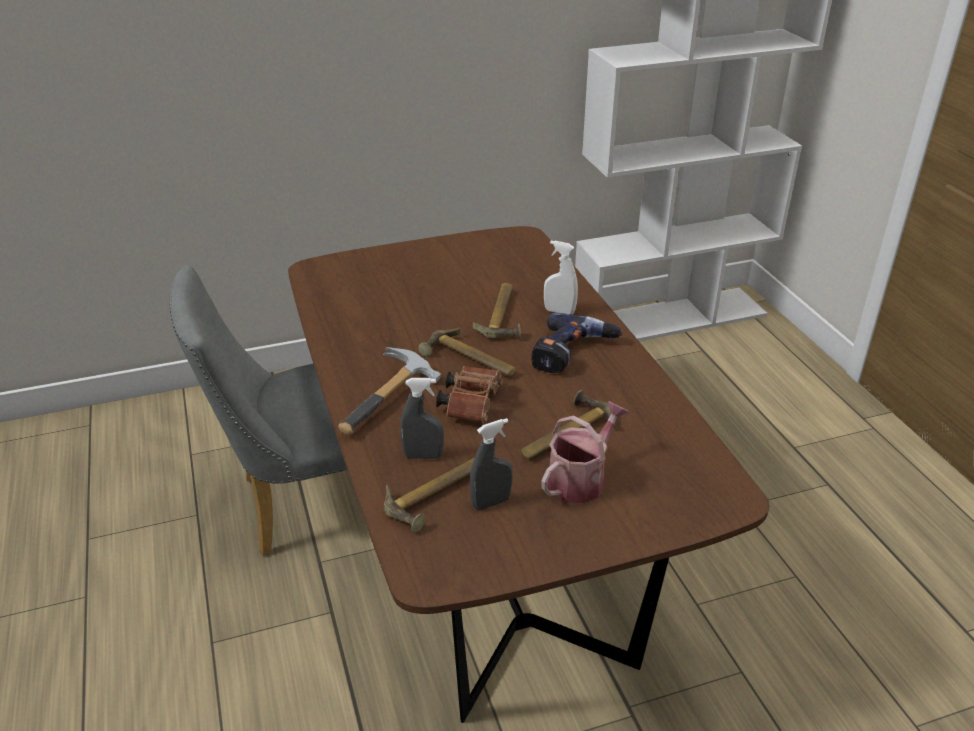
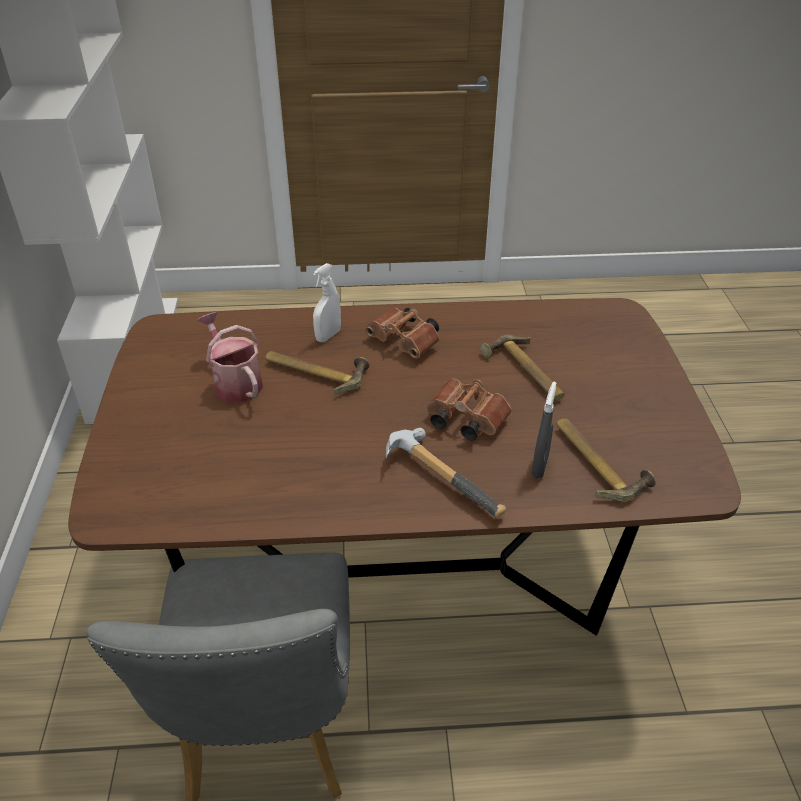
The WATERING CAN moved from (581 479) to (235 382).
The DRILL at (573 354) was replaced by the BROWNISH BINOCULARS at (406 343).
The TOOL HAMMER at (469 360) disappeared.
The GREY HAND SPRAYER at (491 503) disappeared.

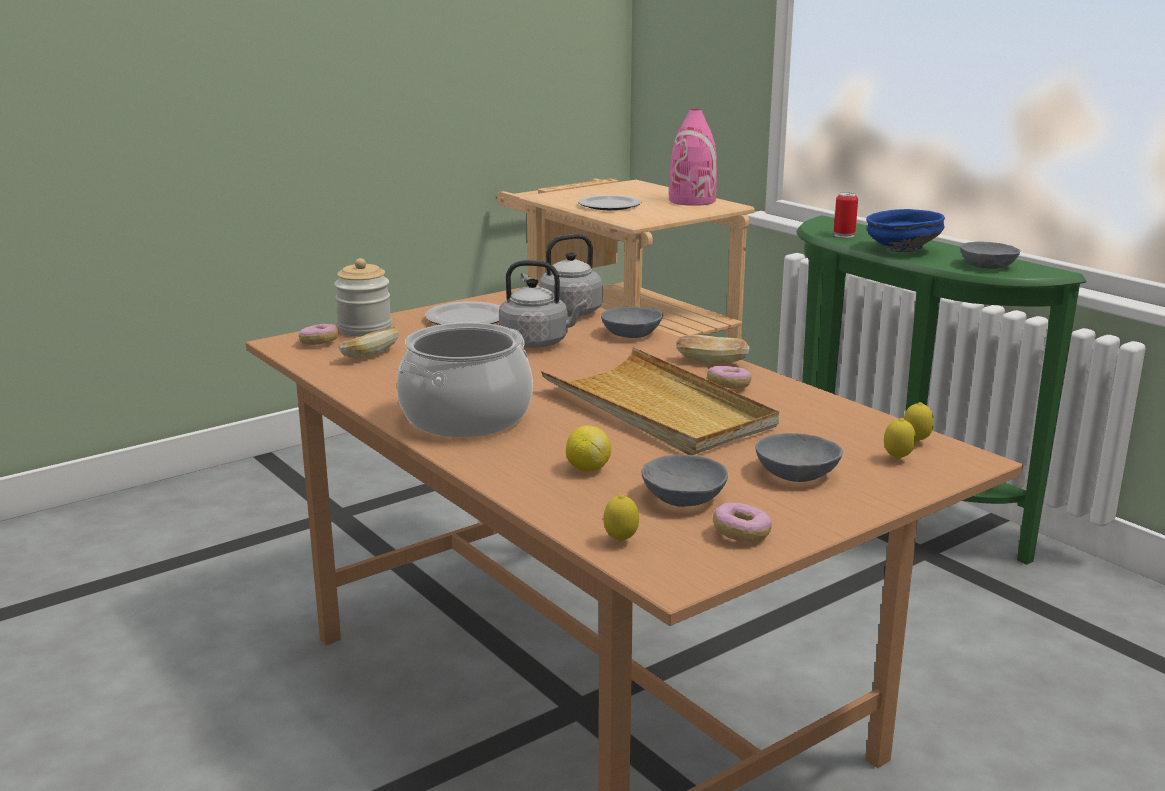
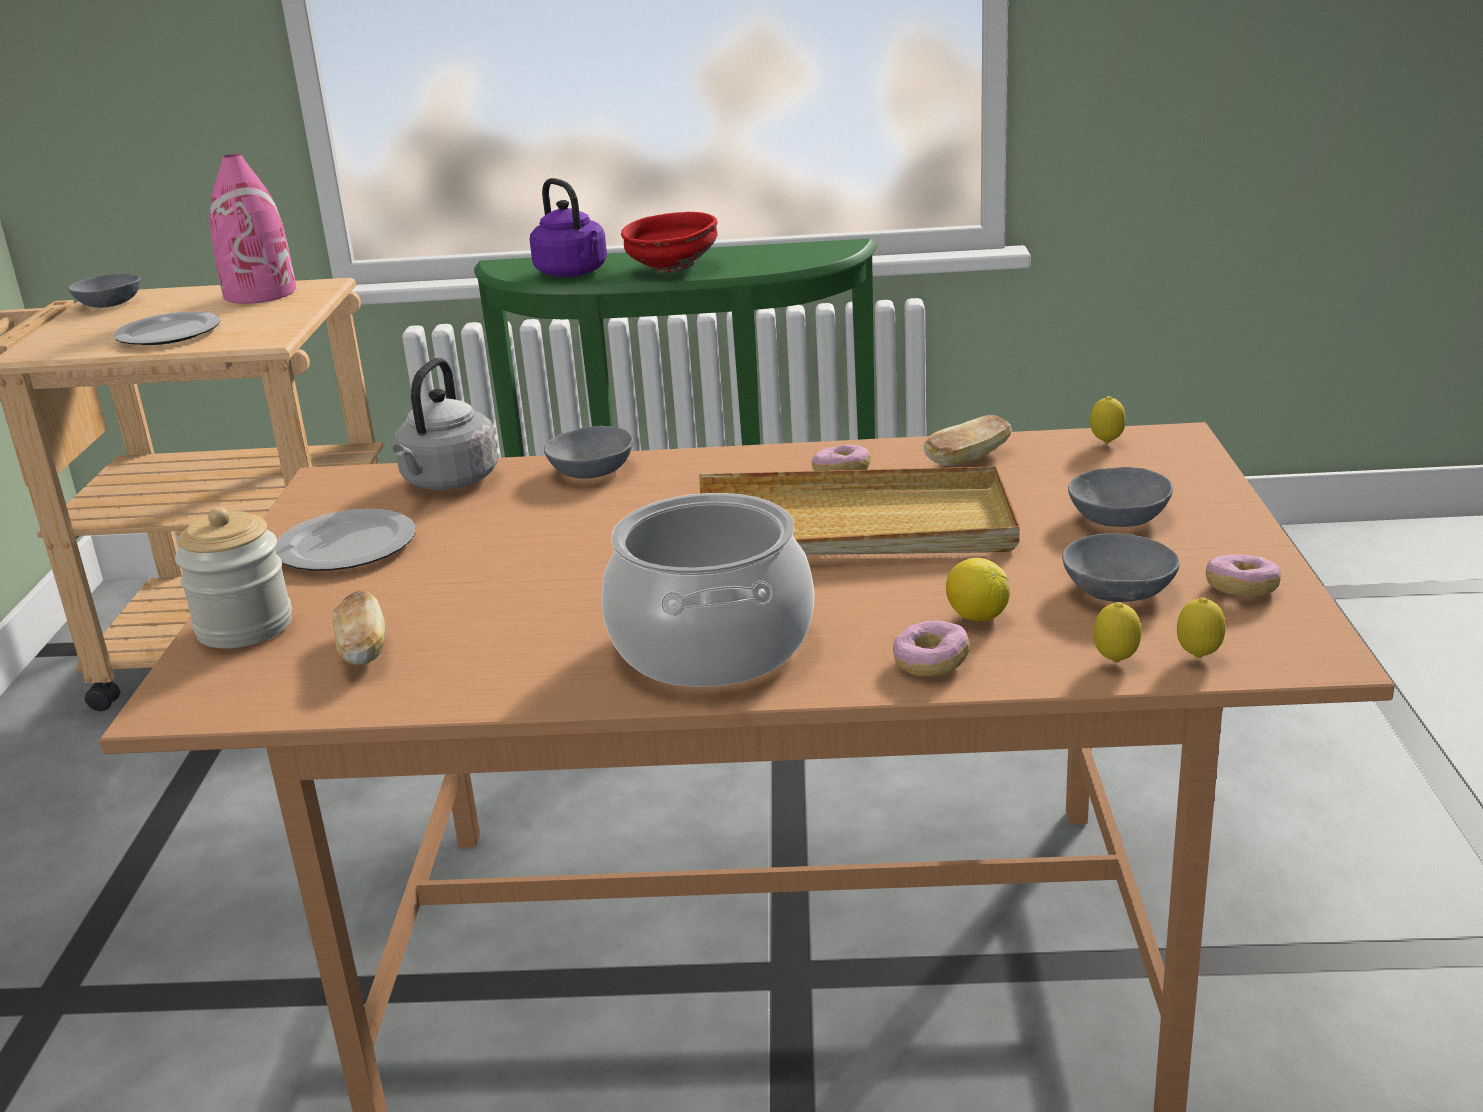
The GREY BOWL moved from (989 265) to (111 302).
The METAL CAN at (844 235) was replaced by the PURPLISH KETTLE at (573 273).
The BLUISH BOWL at (901 250) became the RED-COLOURED BOWL at (671 268).
The DONUT moved from (319 343) to (931 663).
The BAKED BREAD moved from (711 362) to (968 459).
The CITRUS FRUIT moved from (897 459) to (1115 661).
The GREY KETTLE at (538 343) disappeared.

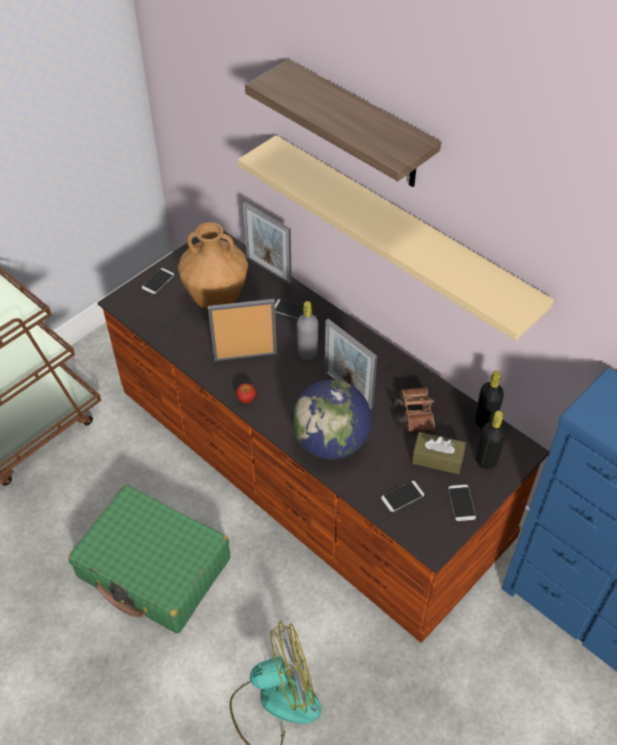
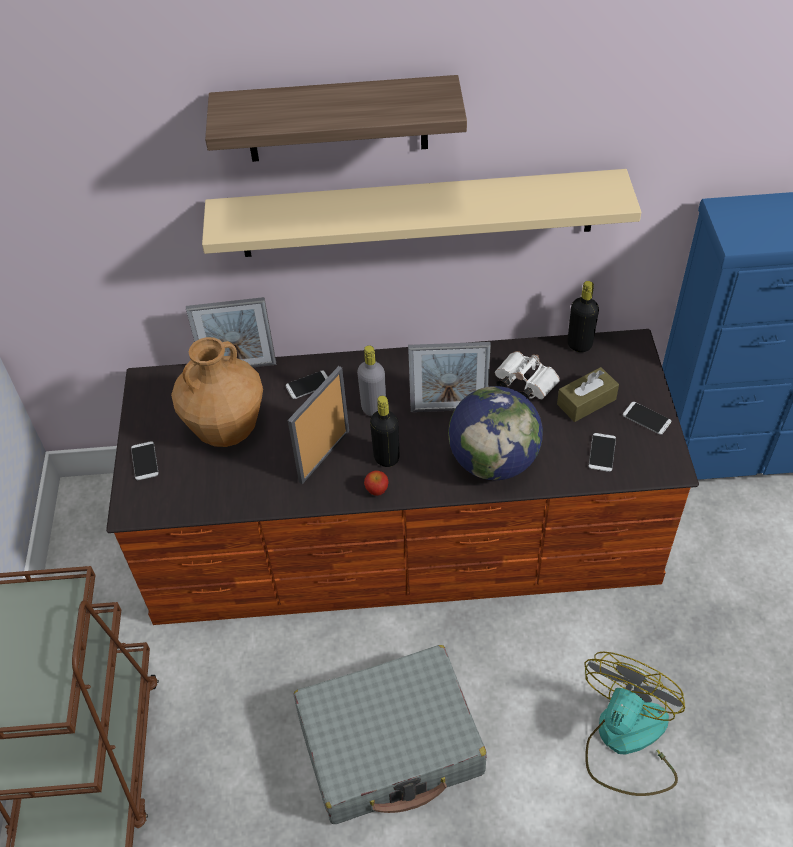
The GREEN SUITCASE at (154 568) became the GREY SUITCASE at (391 744).
The BLACK BEVERAGE BOTTLE moved from (486 460) to (386 457).
The BROWNISH BINOCULARS at (413 414) became the WHITE BINOCULARS at (522 384).

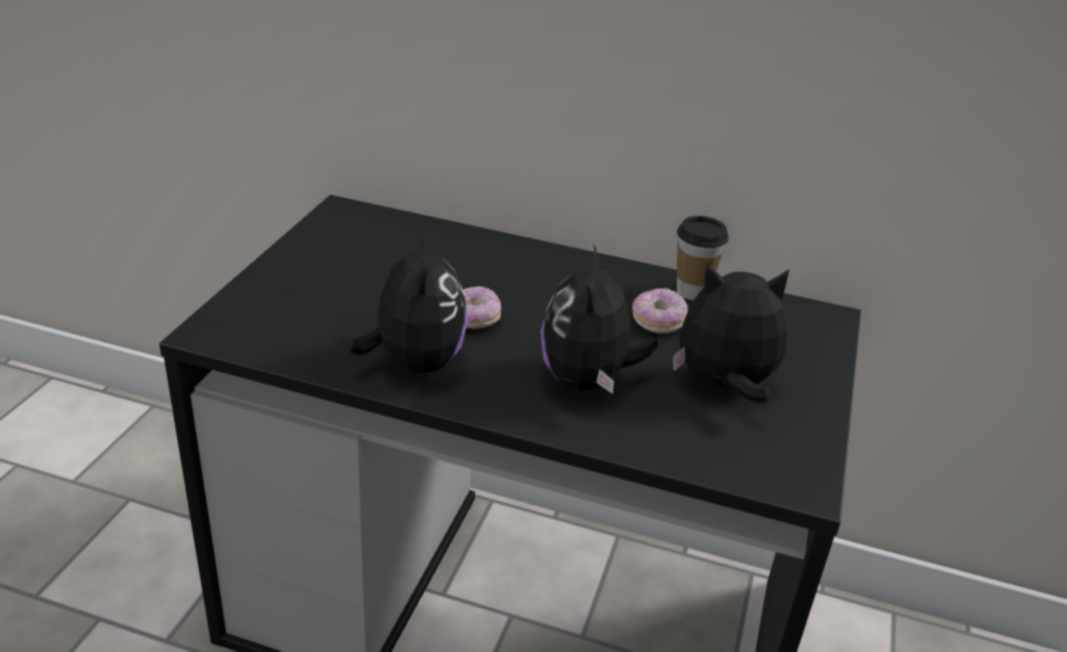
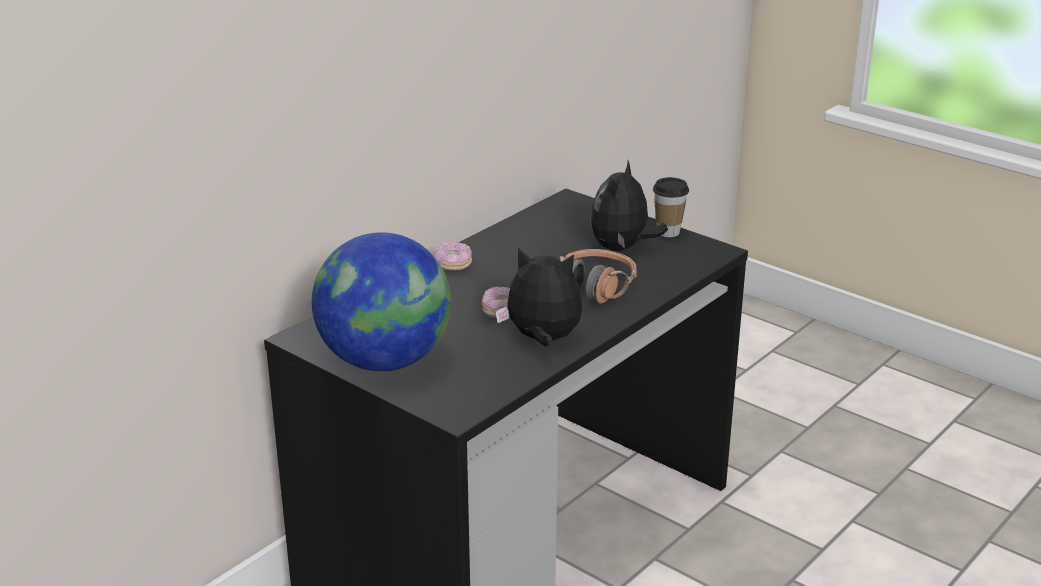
The WORLD GLOBE at (385 361) appeared.
The DONUT moved from (657 321) to (452 264).
The SOFT TOY at (587 381) was replaced by the HEADSET at (594 287).
The SMALL CUP moved from (692 292) to (668 232).

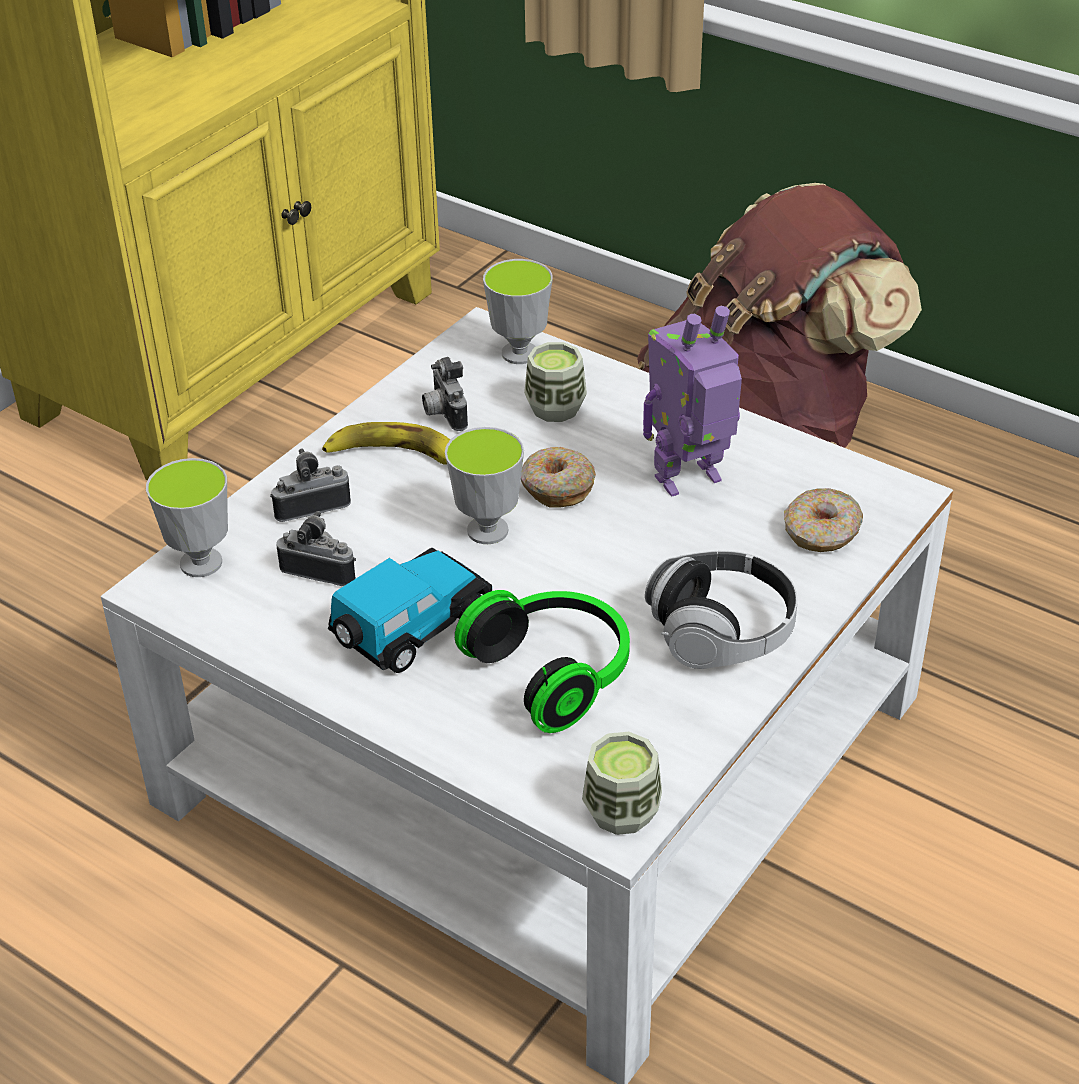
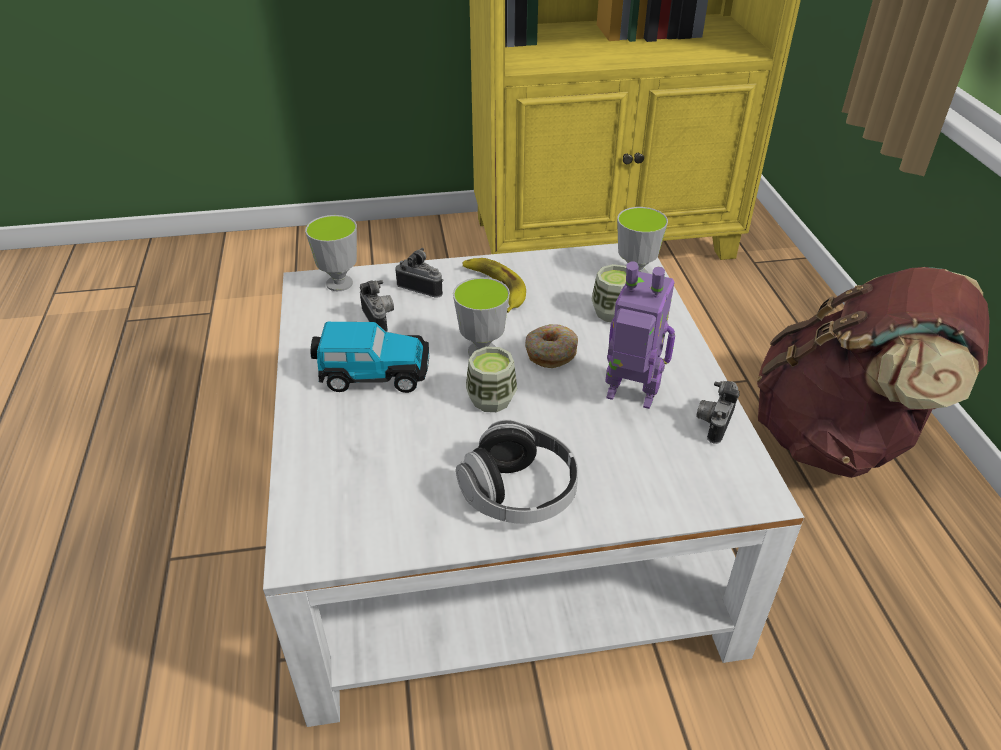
The SMALL CUP moved from (621 811) to (491 399).
The PHOTO CAMERA moved from (443 413) to (713 422).
The HEADSET at (555 672) disappeared.
The DONUT at (821 532) disappeared.

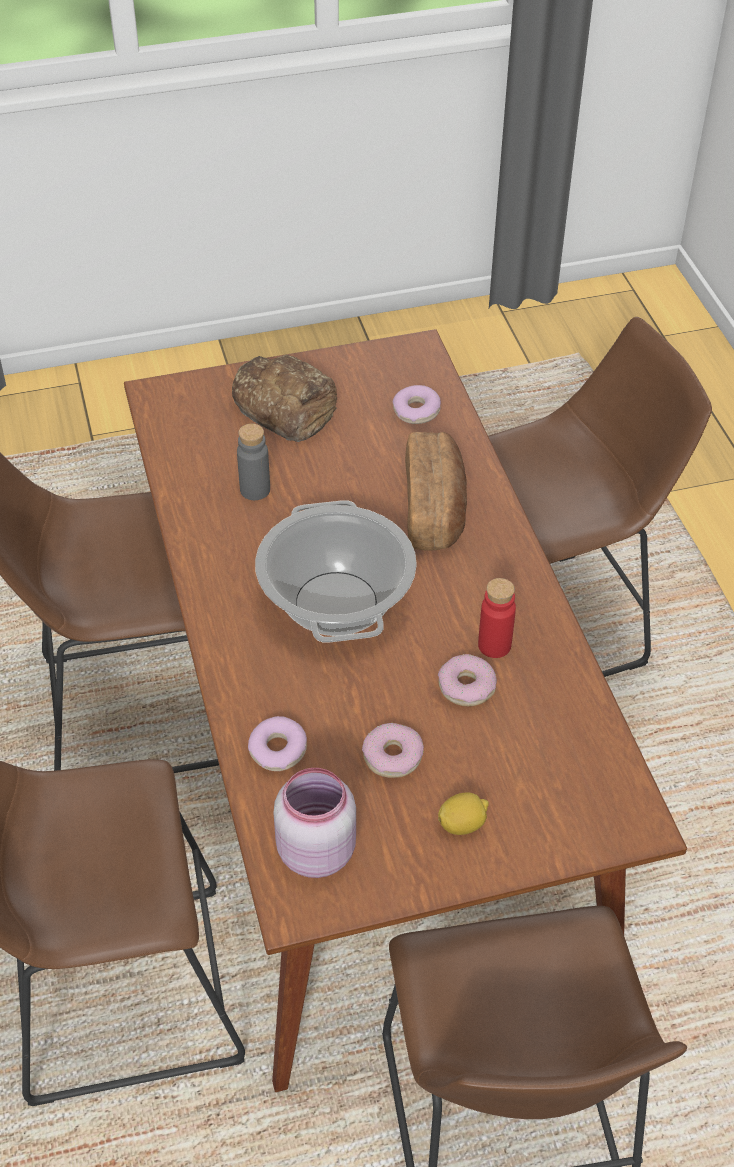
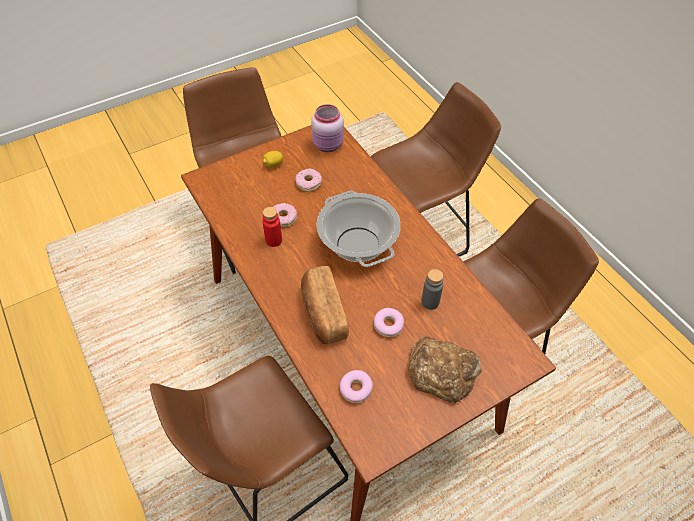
The DONUT moved from (277 750) to (388 325).

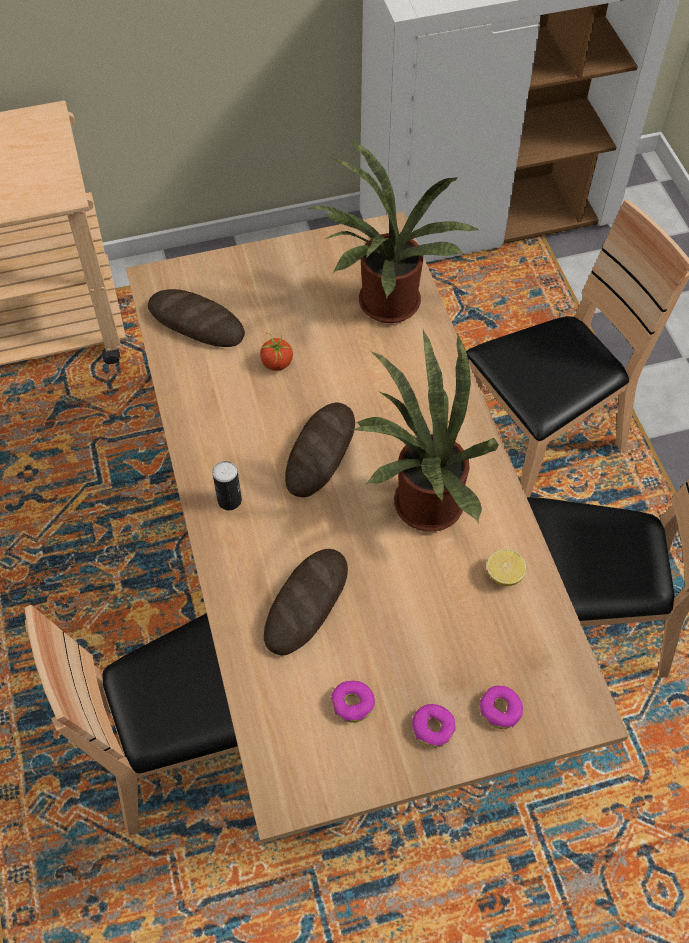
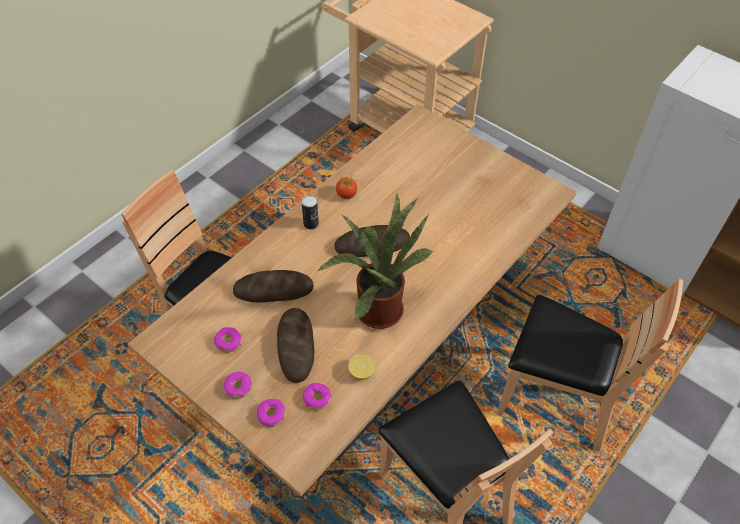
The BAKED BREAD moved from (196 323) to (296 347).
The DONUT at (317 398) appeared.
The WHOLE TOMATO moved from (276 363) to (346 194).
The POTTED PLANT at (385 307) disappeared.

